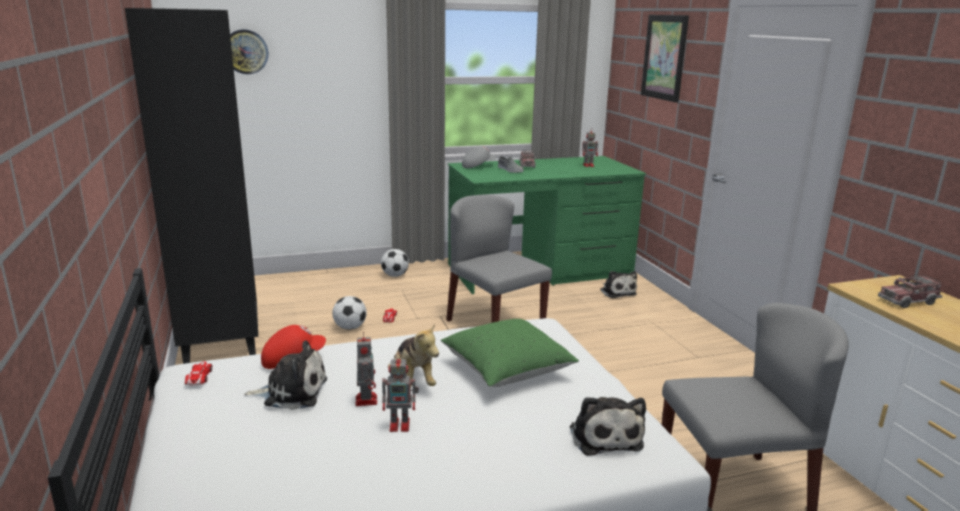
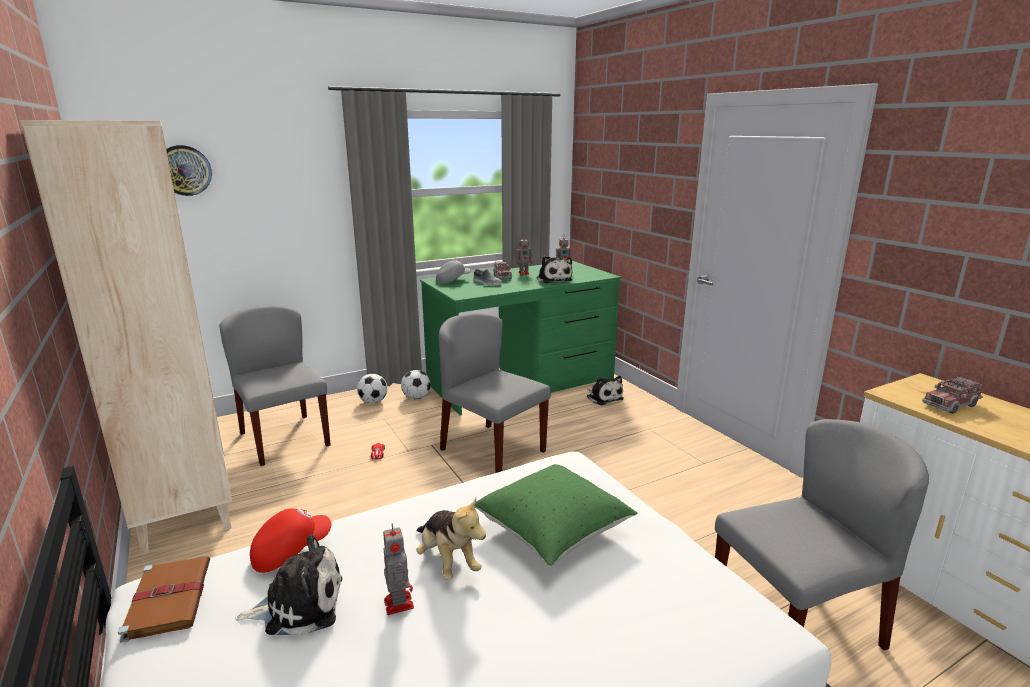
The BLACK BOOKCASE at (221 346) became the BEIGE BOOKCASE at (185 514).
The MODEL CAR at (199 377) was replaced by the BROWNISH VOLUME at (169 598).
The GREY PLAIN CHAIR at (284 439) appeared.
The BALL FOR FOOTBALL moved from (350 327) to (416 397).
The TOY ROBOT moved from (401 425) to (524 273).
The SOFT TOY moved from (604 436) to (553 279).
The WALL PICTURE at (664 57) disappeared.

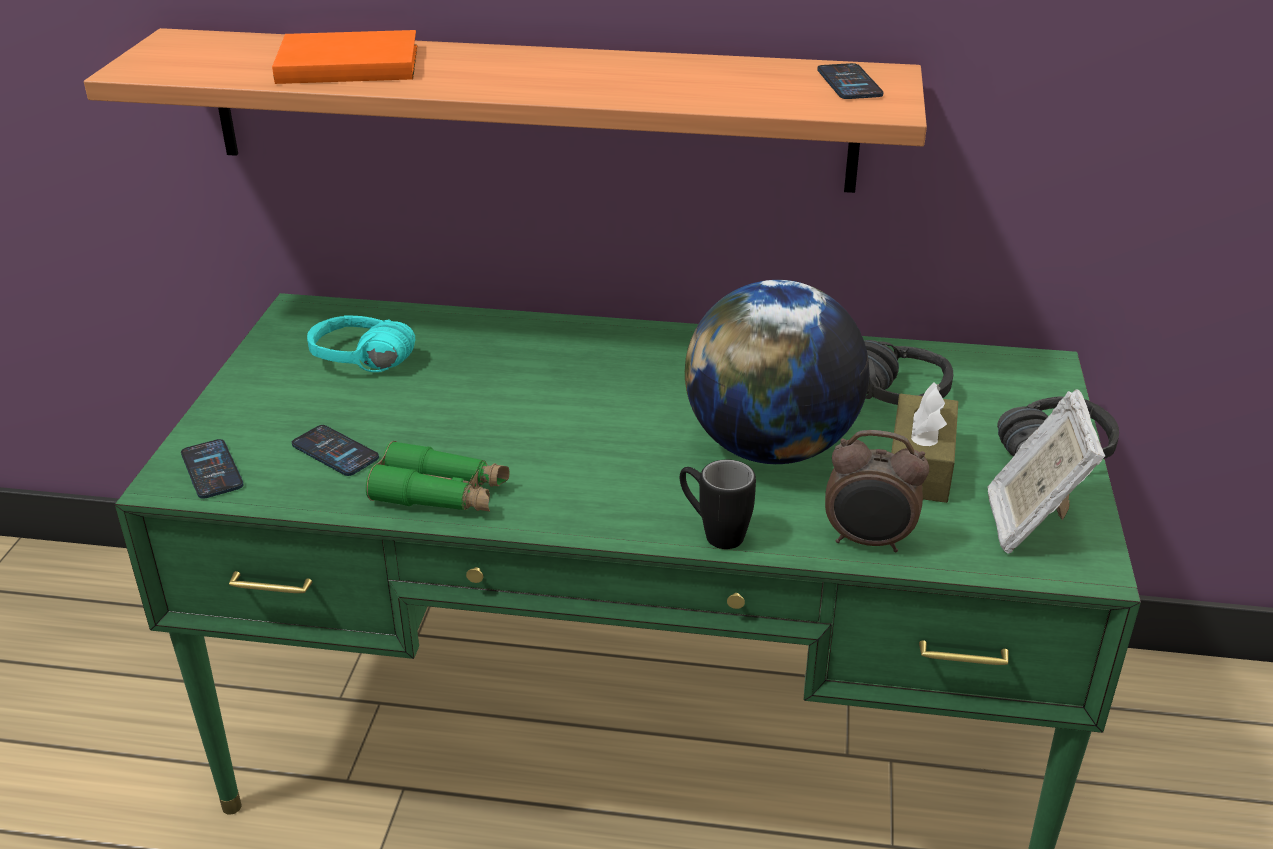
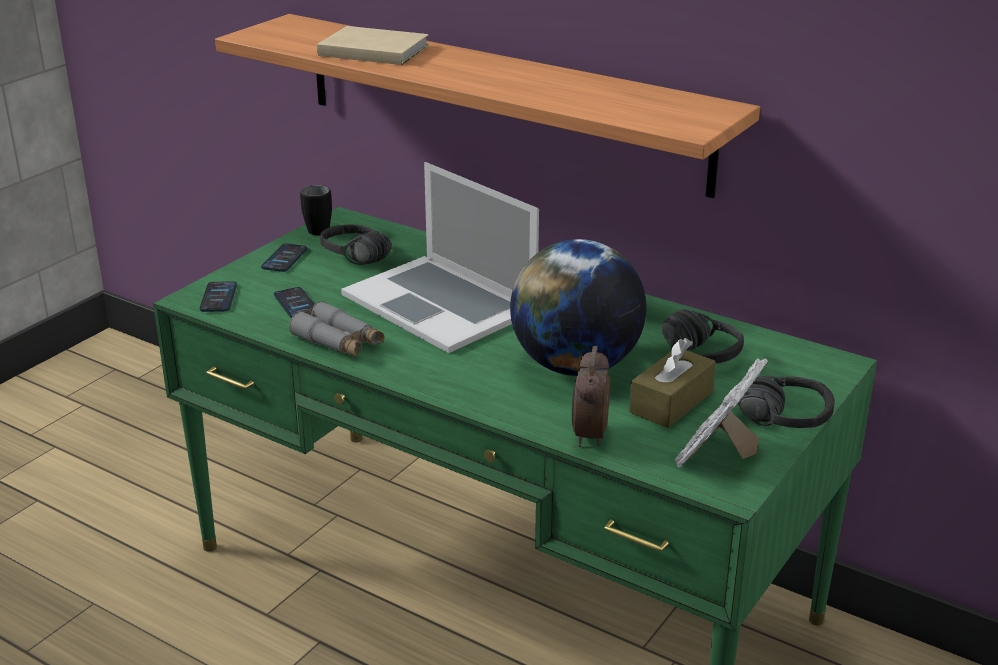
The HANDSET moved from (849 83) to (284 259).
The GREEN BINOCULARS at (441 494) became the GREY BINOCULARS at (339 342).
The BLACK TEA MUG moved from (713 532) to (315 228).
The ORANGEY VOLUME at (344 64) became the BEIGE VOLUME at (372 50).
The TURQUOISE-COLOURED HEADSET at (357 368) became the BLACK HEADSET at (348 260).
The LAPTOP at (440 303) appeared.
The TABLE CLOCK at (868 541) turned 60 degrees clockwise.

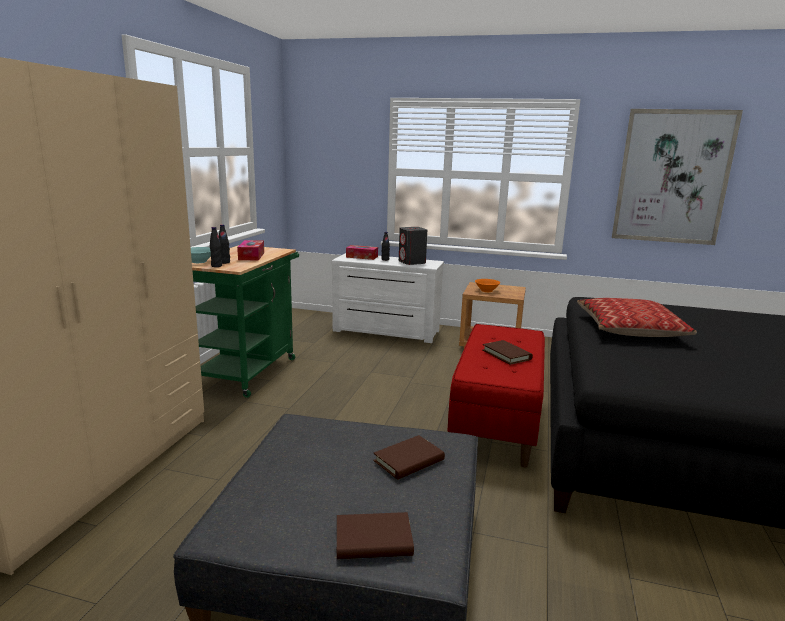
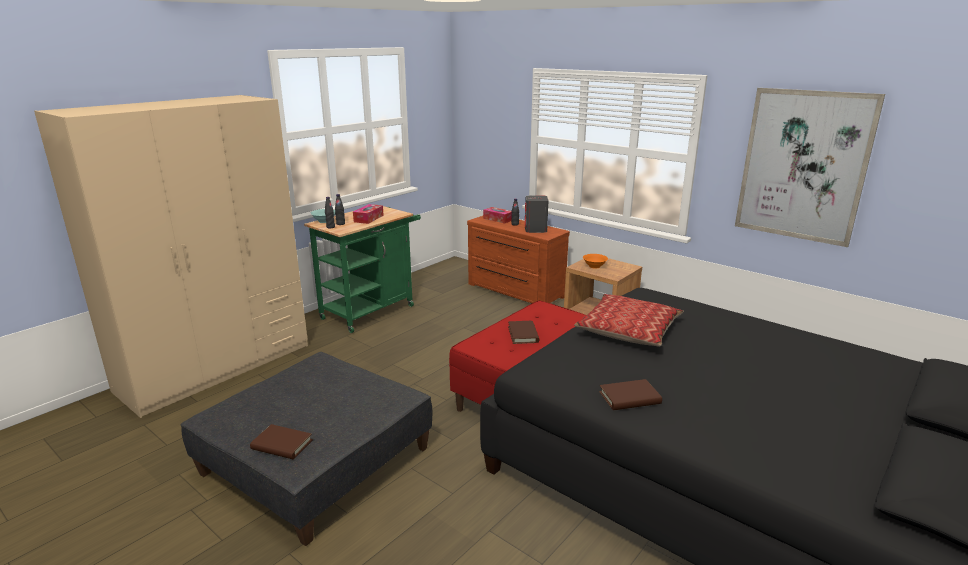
The WHITE CHEST OF DRAWERS at (385 331) became the BROWNISH CHEST OF DRAWERS at (514 291).
The BROWNISH VOLUME moved from (409 460) to (629 398).

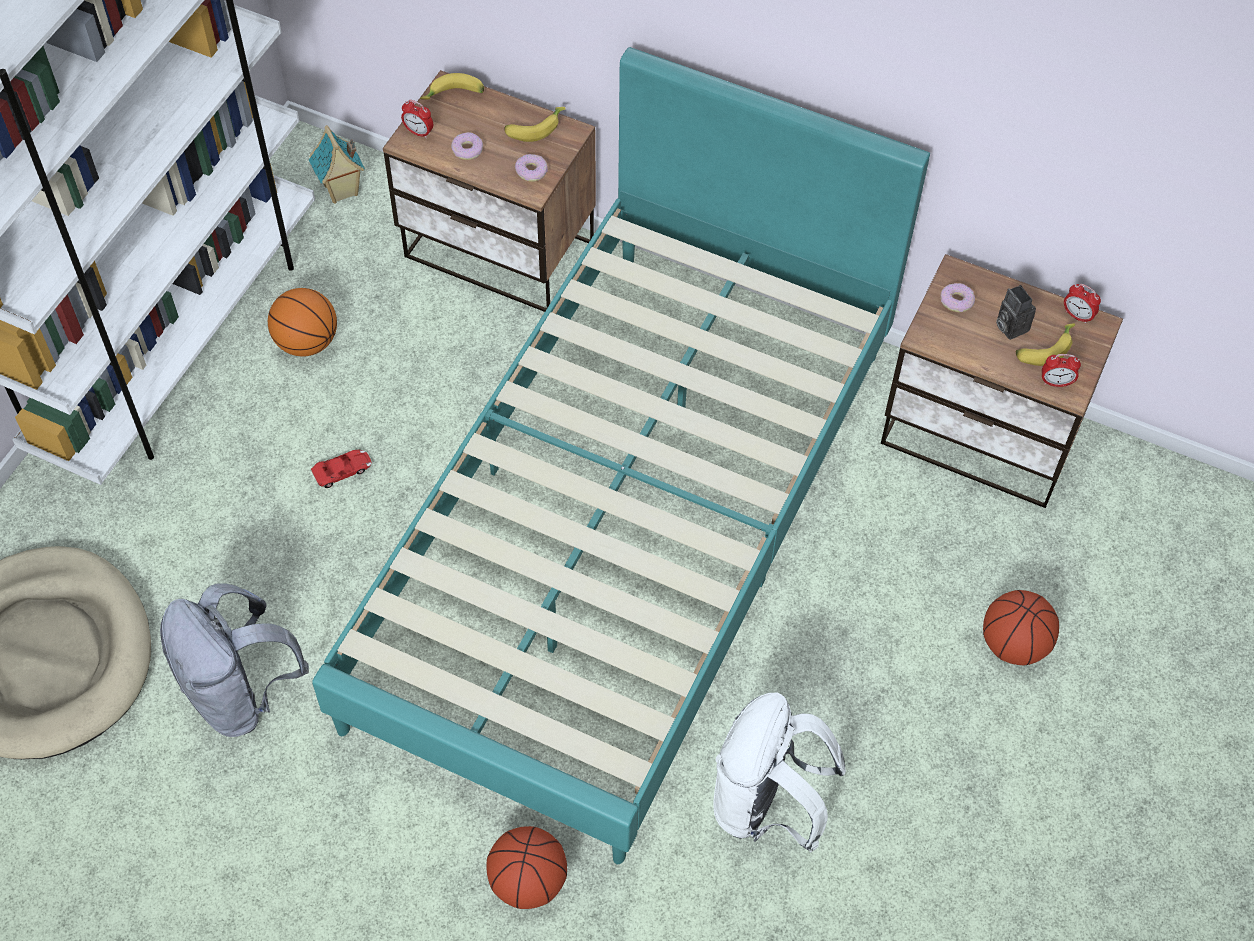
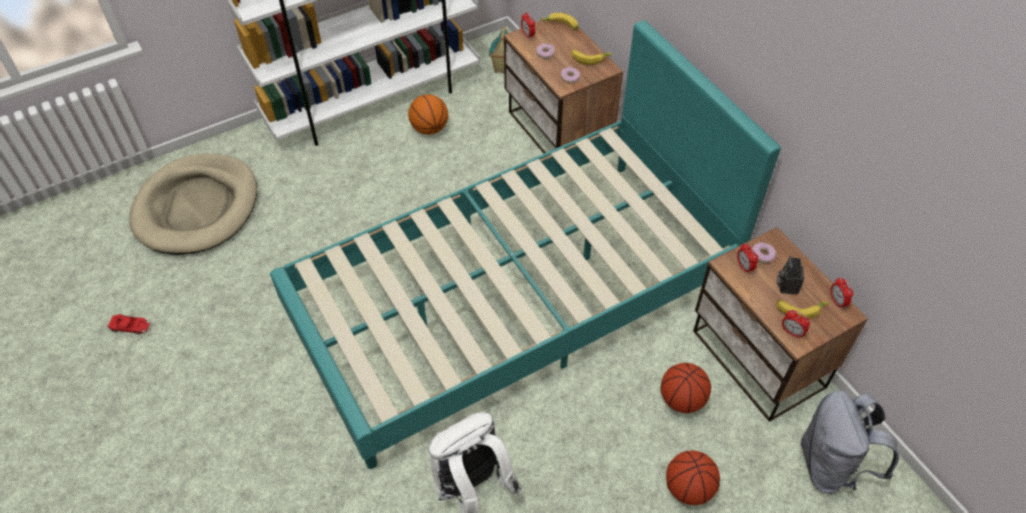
The RED-COLOURED MODEL CAR moved from (342 470) to (131 326).
The BASKETBALL BALL moved from (528 881) to (682 399).
The TABLE CLOCK at (744 267) appeared.
The GREY KNAPSACK moved from (241 693) to (831 466).

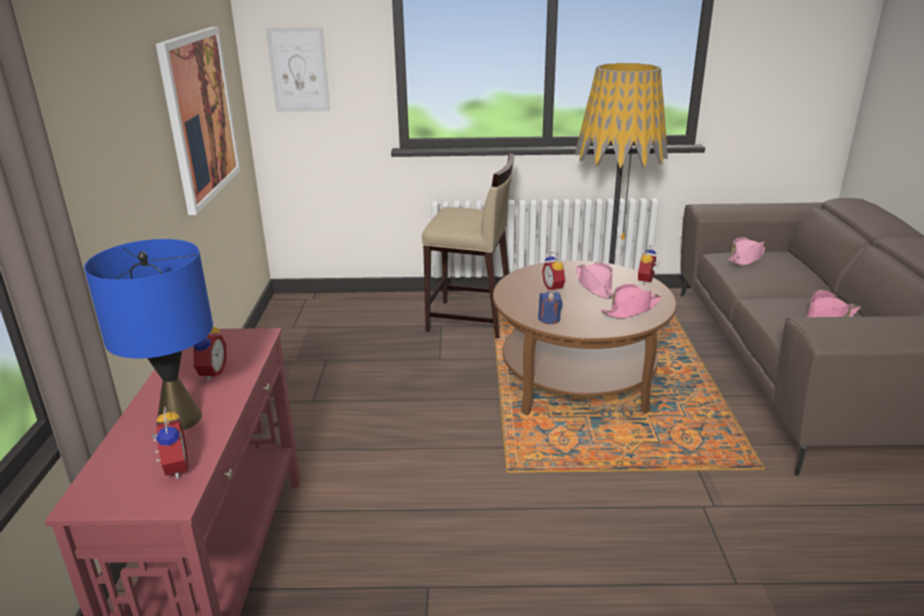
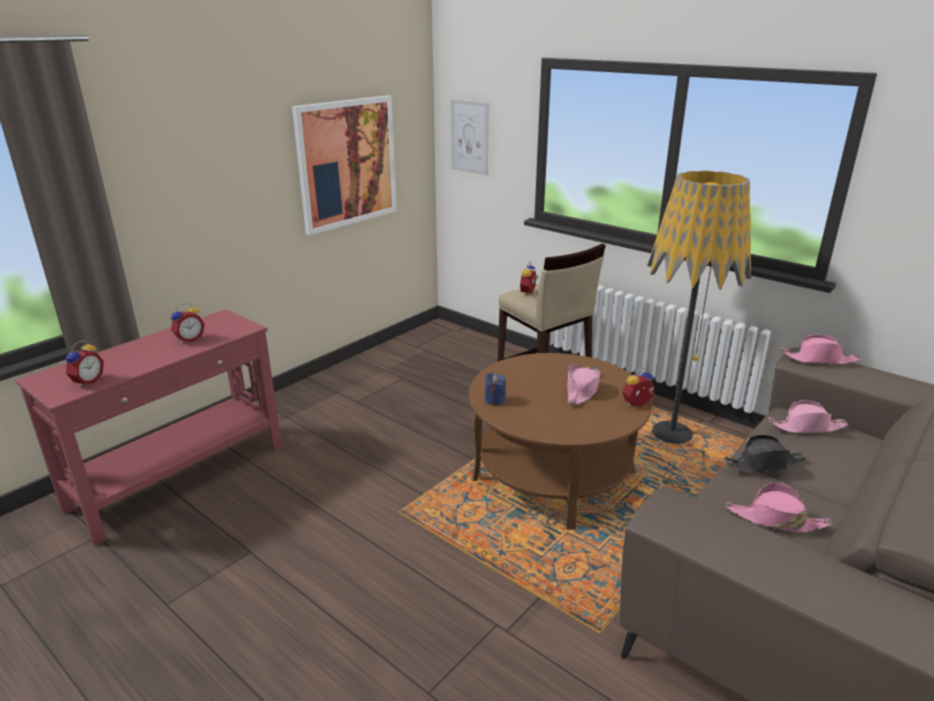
The TABLE CLOCK moved from (554 288) to (529 293).
The BLACK HAT at (764 464) appeared.
The PINK-COLOURED HAT moved from (631 310) to (819 359).
The BLUISH LAMP FOR A TABLE at (180 418) disappeared.

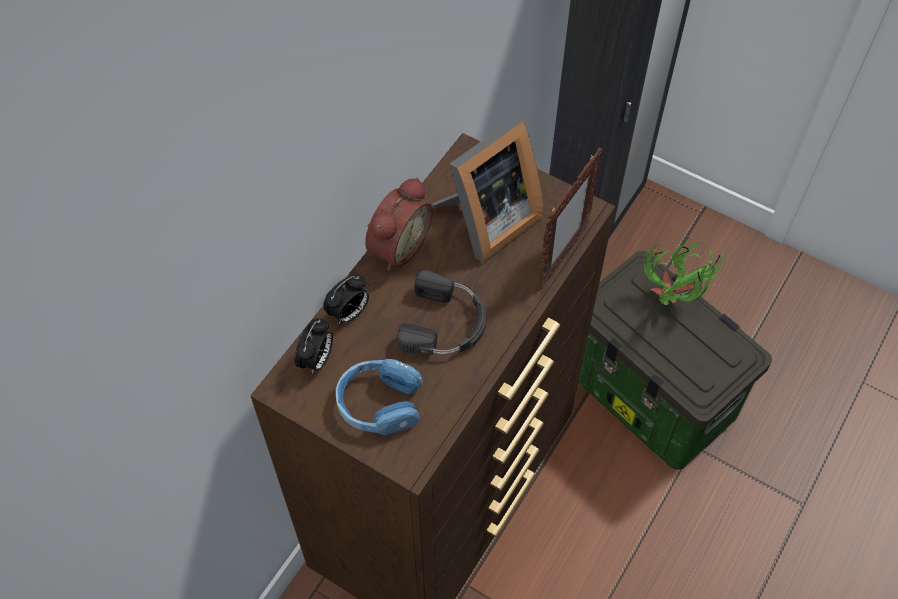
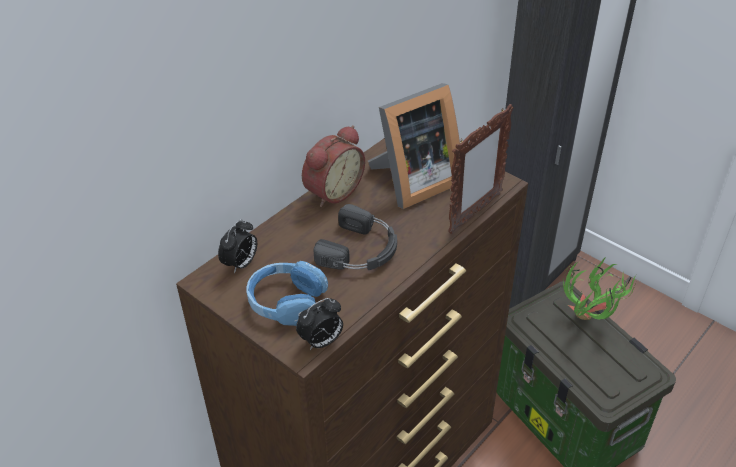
The TABLE CLOCK moved from (348 314) to (321 342).

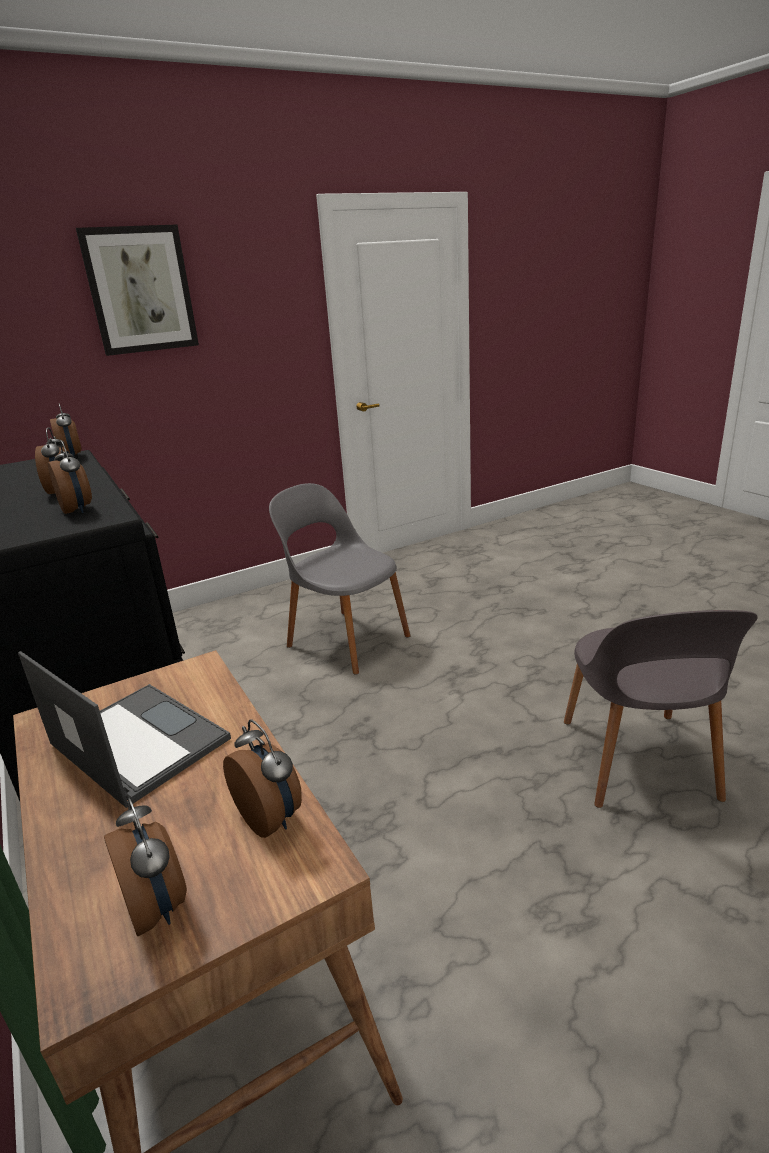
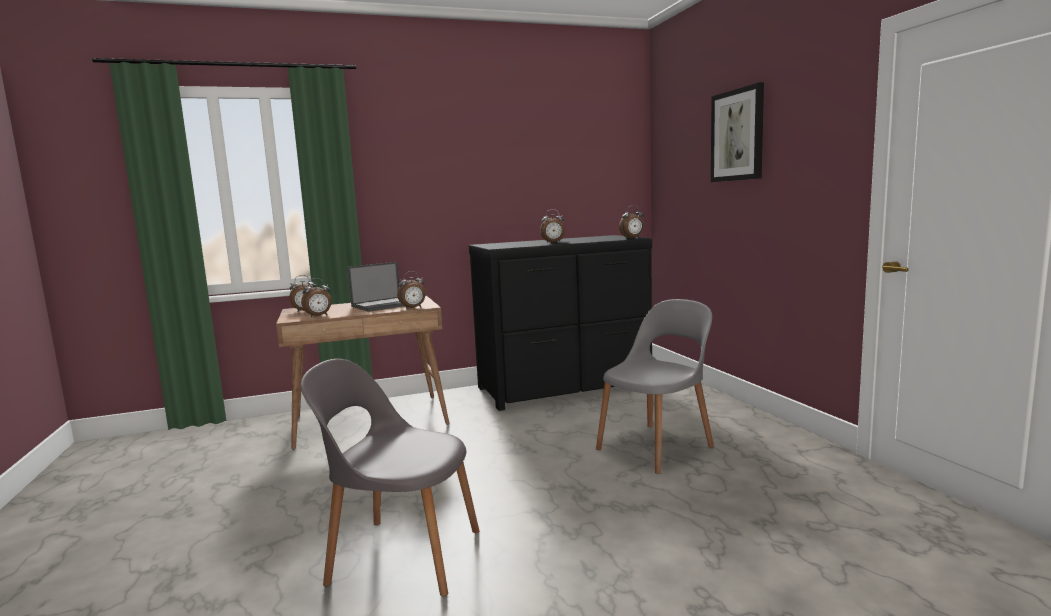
The TABLE CLOCK moved from (78 510) to (413 308).

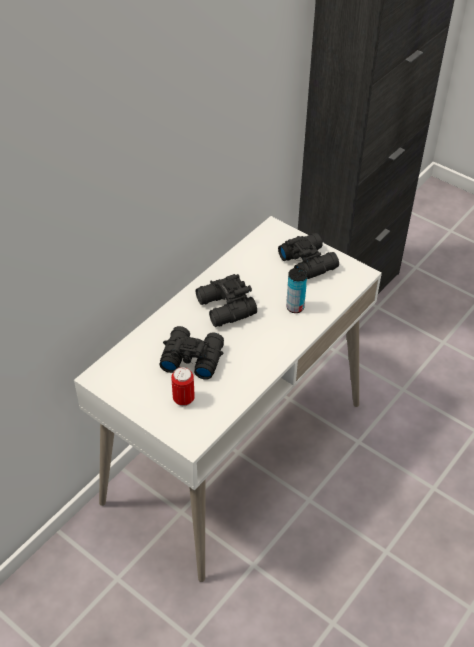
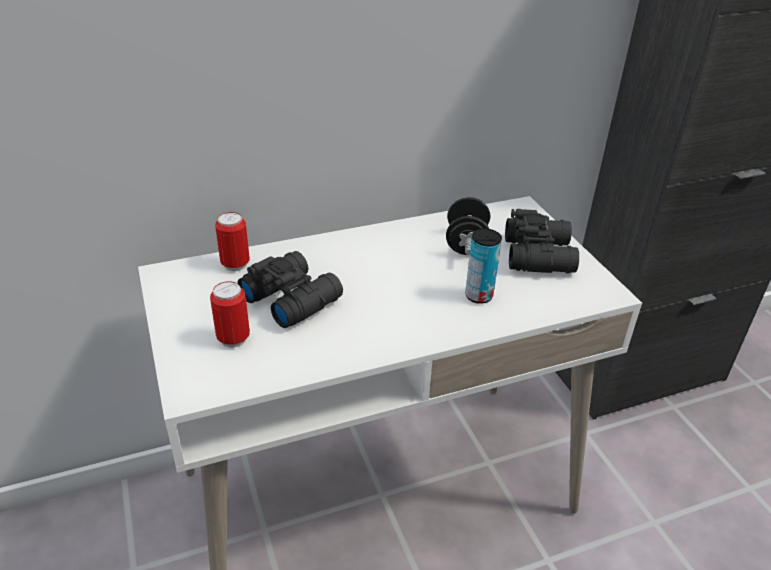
The METAL CAN at (235 264) appeared.
The BLACK FREE WEIGHT at (466 244) appeared.
The BLACK BINOCULARS at (225 308) disappeared.

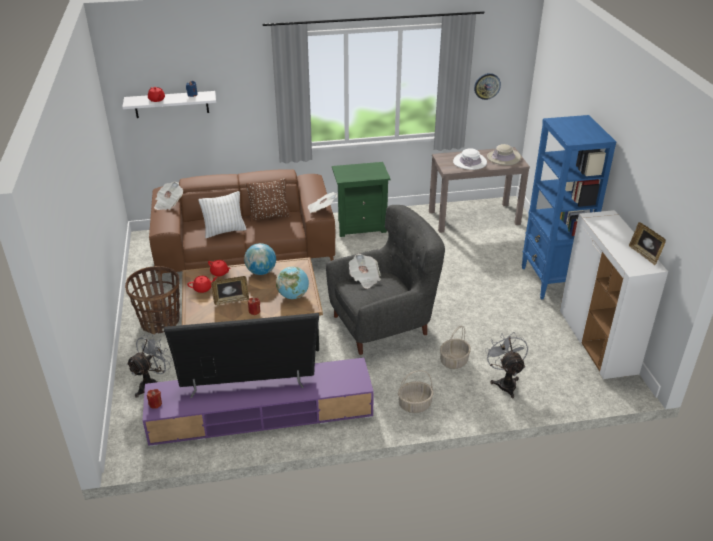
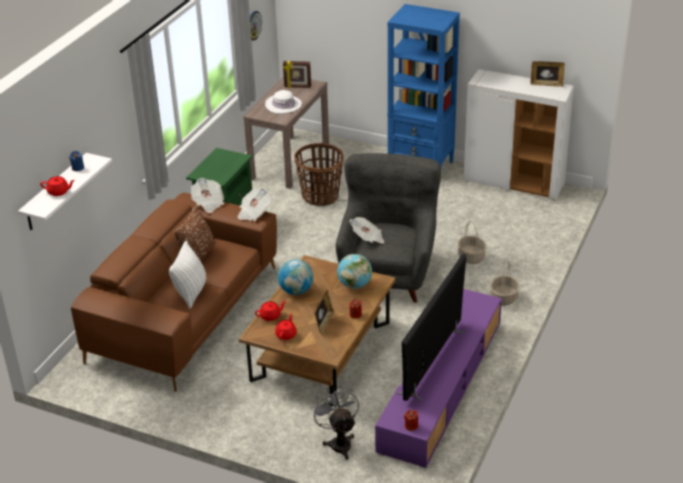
The NEWSPAPER moved from (168 203) to (208 203).
The BEIGE HAT at (503 158) was replaced by the PICTURE FRAME at (297 87).
The STORAGE BASKET moved from (160 322) to (320 196).
The GREY FAN at (505 382) disappeared.

